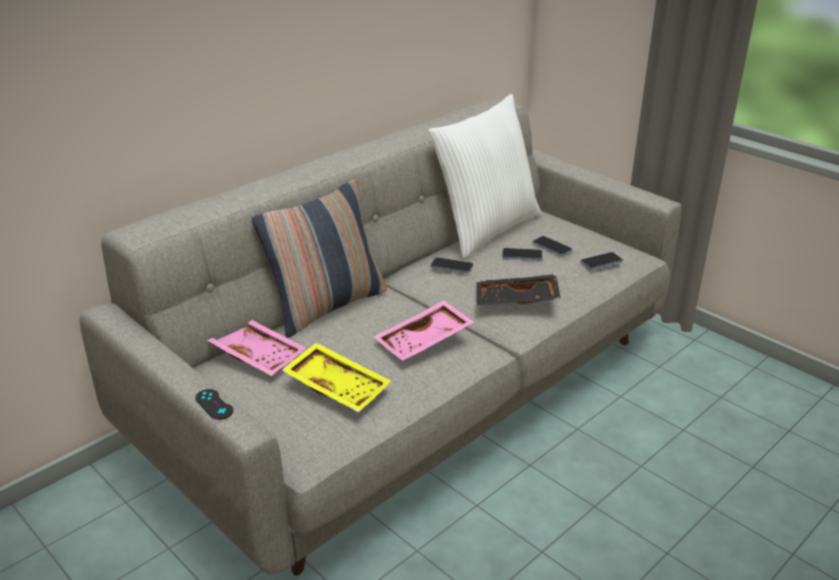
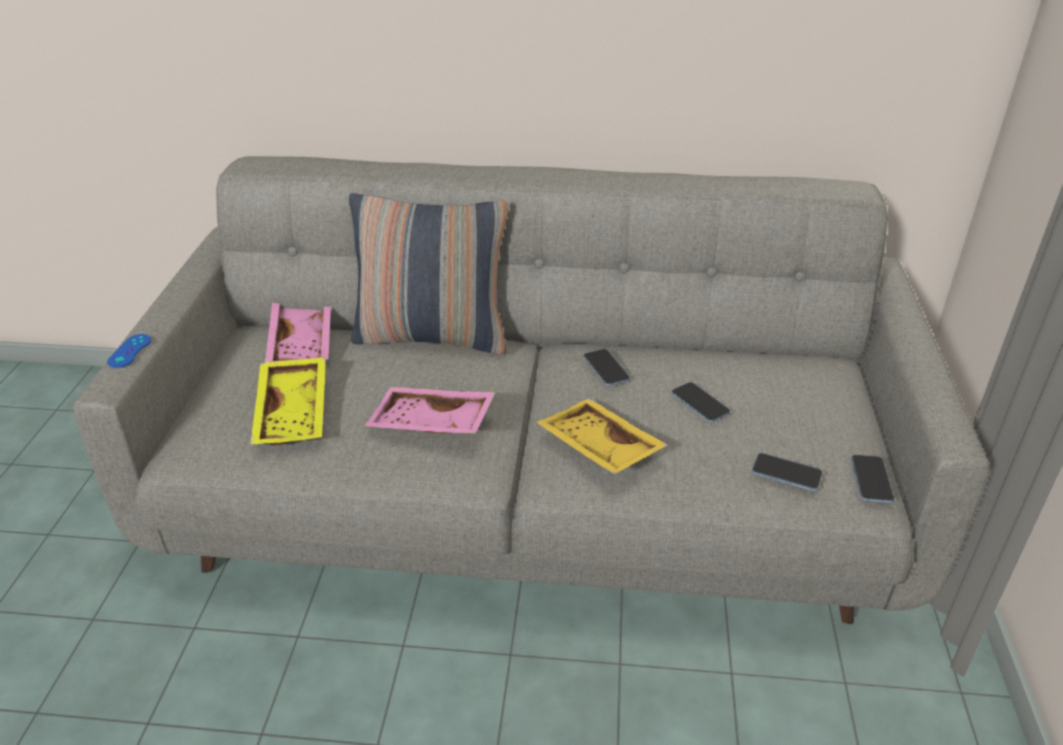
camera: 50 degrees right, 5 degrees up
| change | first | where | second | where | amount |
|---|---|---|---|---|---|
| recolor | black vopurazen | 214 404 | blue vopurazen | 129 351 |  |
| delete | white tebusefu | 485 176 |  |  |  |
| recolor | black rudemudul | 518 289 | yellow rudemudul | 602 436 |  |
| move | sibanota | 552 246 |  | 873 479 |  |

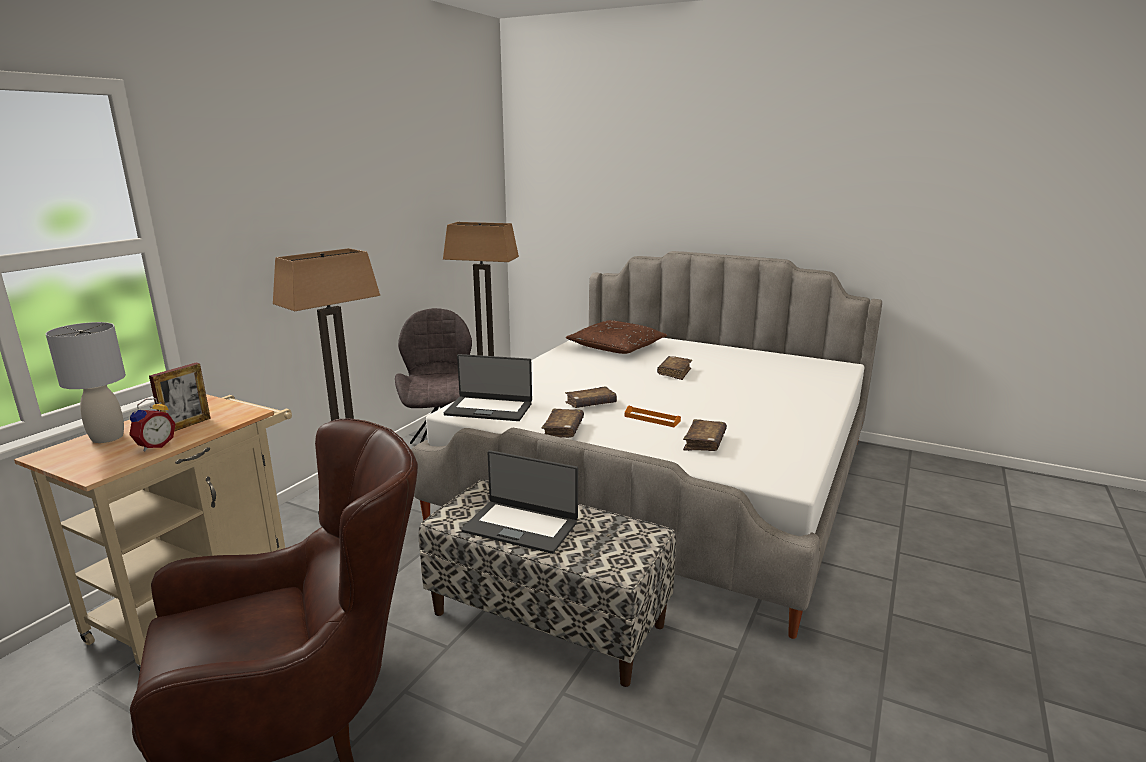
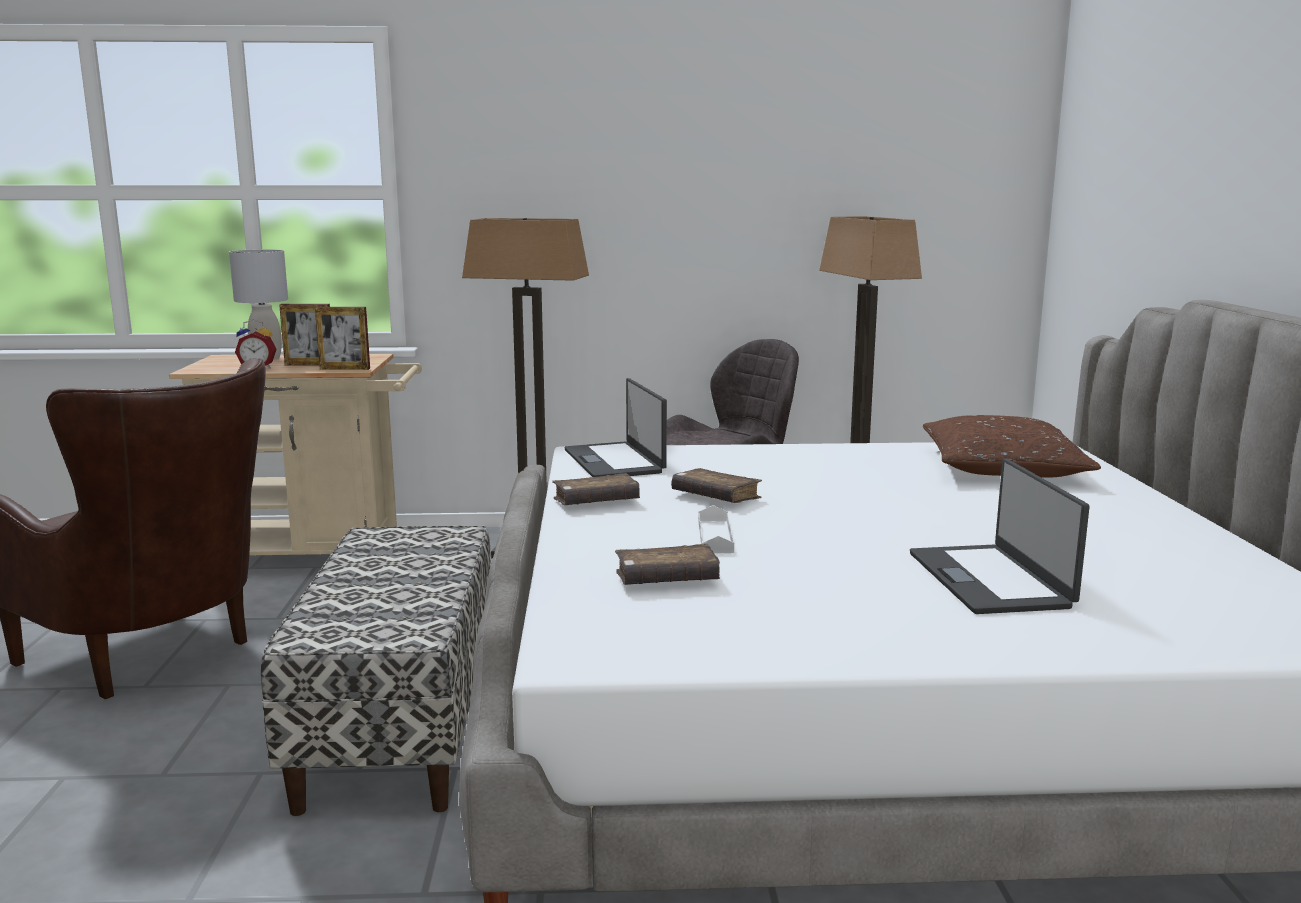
camera: 60 degrees right, 5 degrees down
| change | first | where | second | where | amount |
|---|---|---|---|---|---|
| move | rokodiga | 519 502 |  | 1000 536 |  |
| recolor | orange rudemudul | 653 416 | white rudemudul | 716 529 |  |
| delete | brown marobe | 674 368 |  |  |  |
| insert |  |  | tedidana | 342 338 |  |

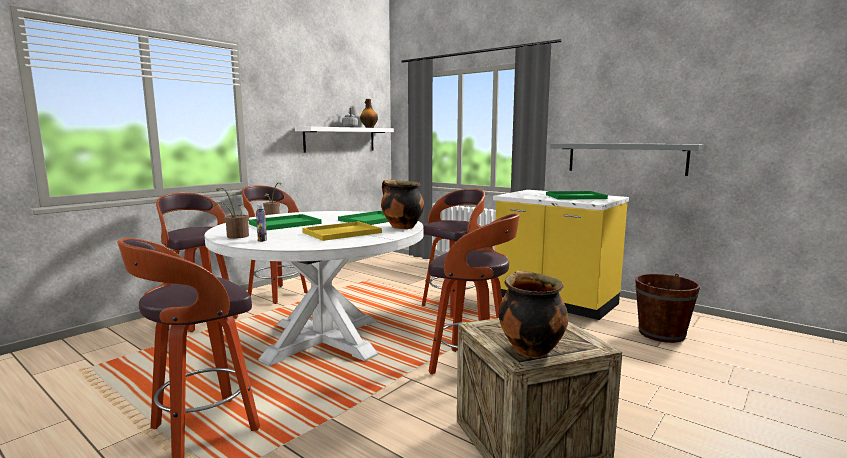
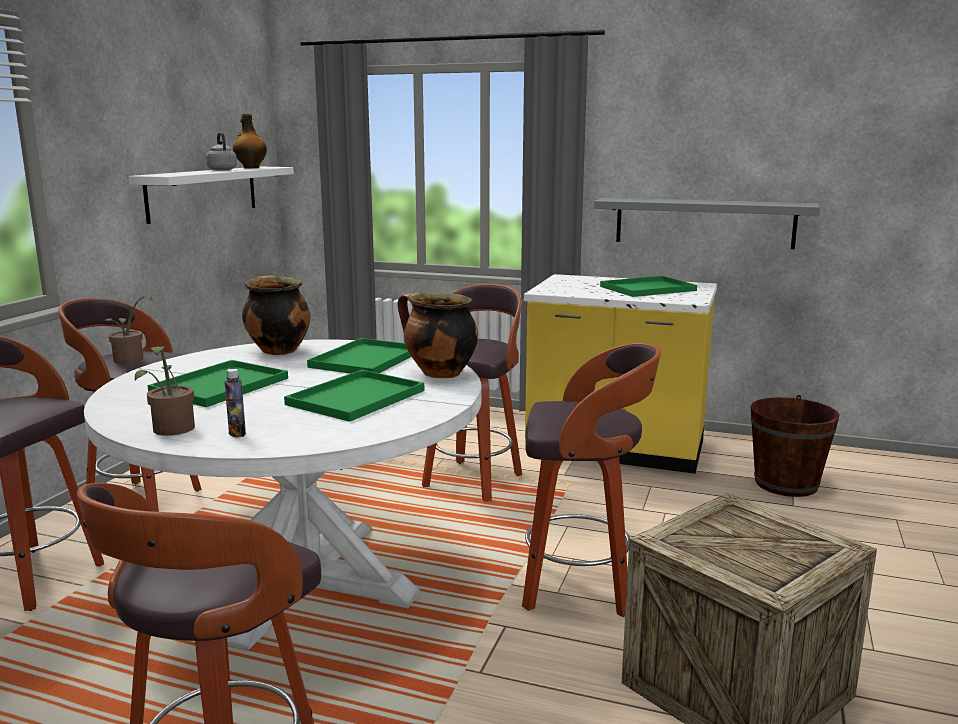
camera: 20 degrees left, 5 degrees up
| change | first | where | second | where | amount |
|---|---|---|---|---|---|
| recolor | yellow rudemudul | 342 231 | green rudemudul | 354 396 |  |
| move | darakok | 533 314 |  | 276 315 |  |

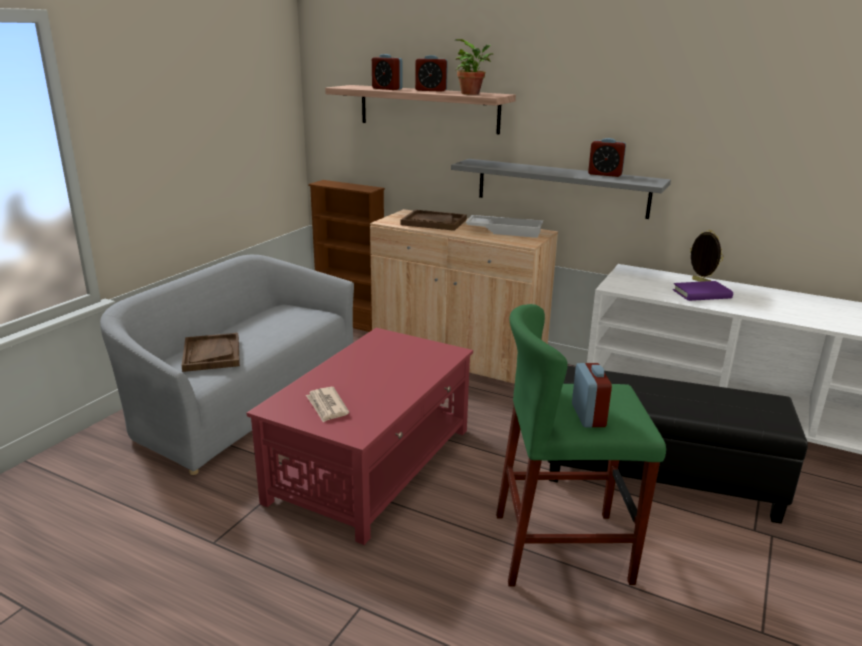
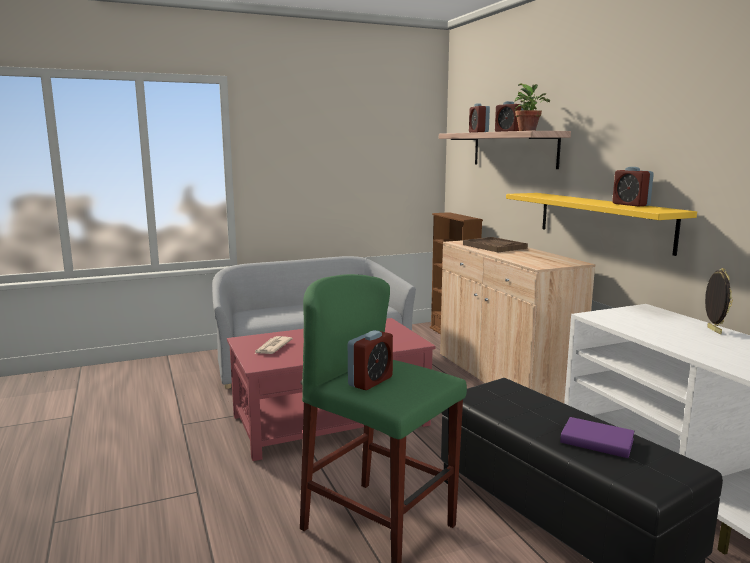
camera: 40 degrees right, 10 degrees down
| change | first | where | second | where | amount |
|---|---|---|---|---|---|
| delete | brown rudemudul | 210 352 |  |  |  |
| recolor | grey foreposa | 561 189 | yellow foreposa | 601 224 |  |
| delete | white rudemudul | 504 226 |  |  |  |
| move | purple marobe | 703 291 |  | 597 437 |  |

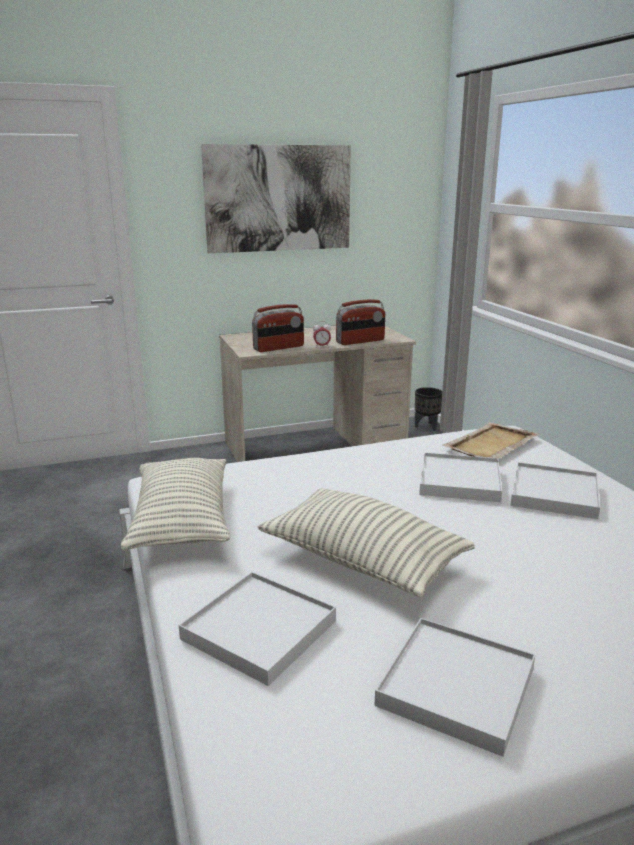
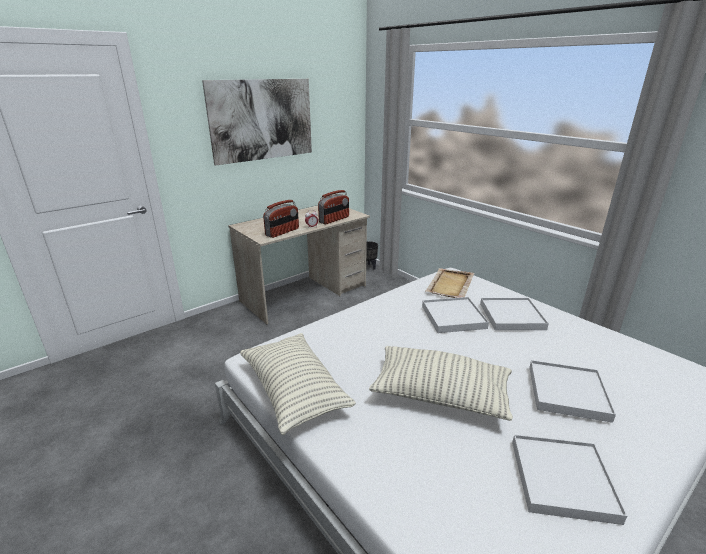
camera: 20 degrees left, 5 degrees up
| change | first | where | second | where | amount |
|---|---|---|---|---|---|
| move | white rudemudul | 257 629 |  | 572 391 |  |

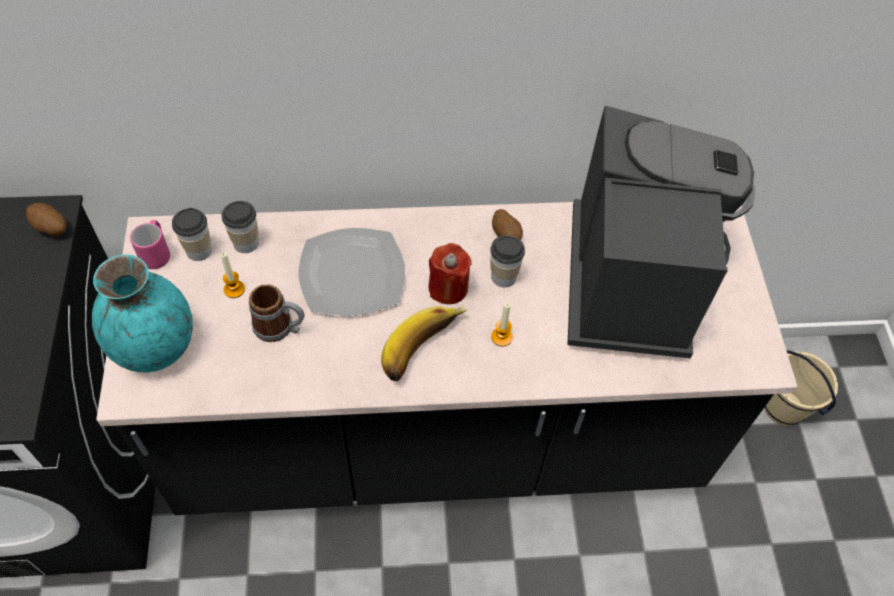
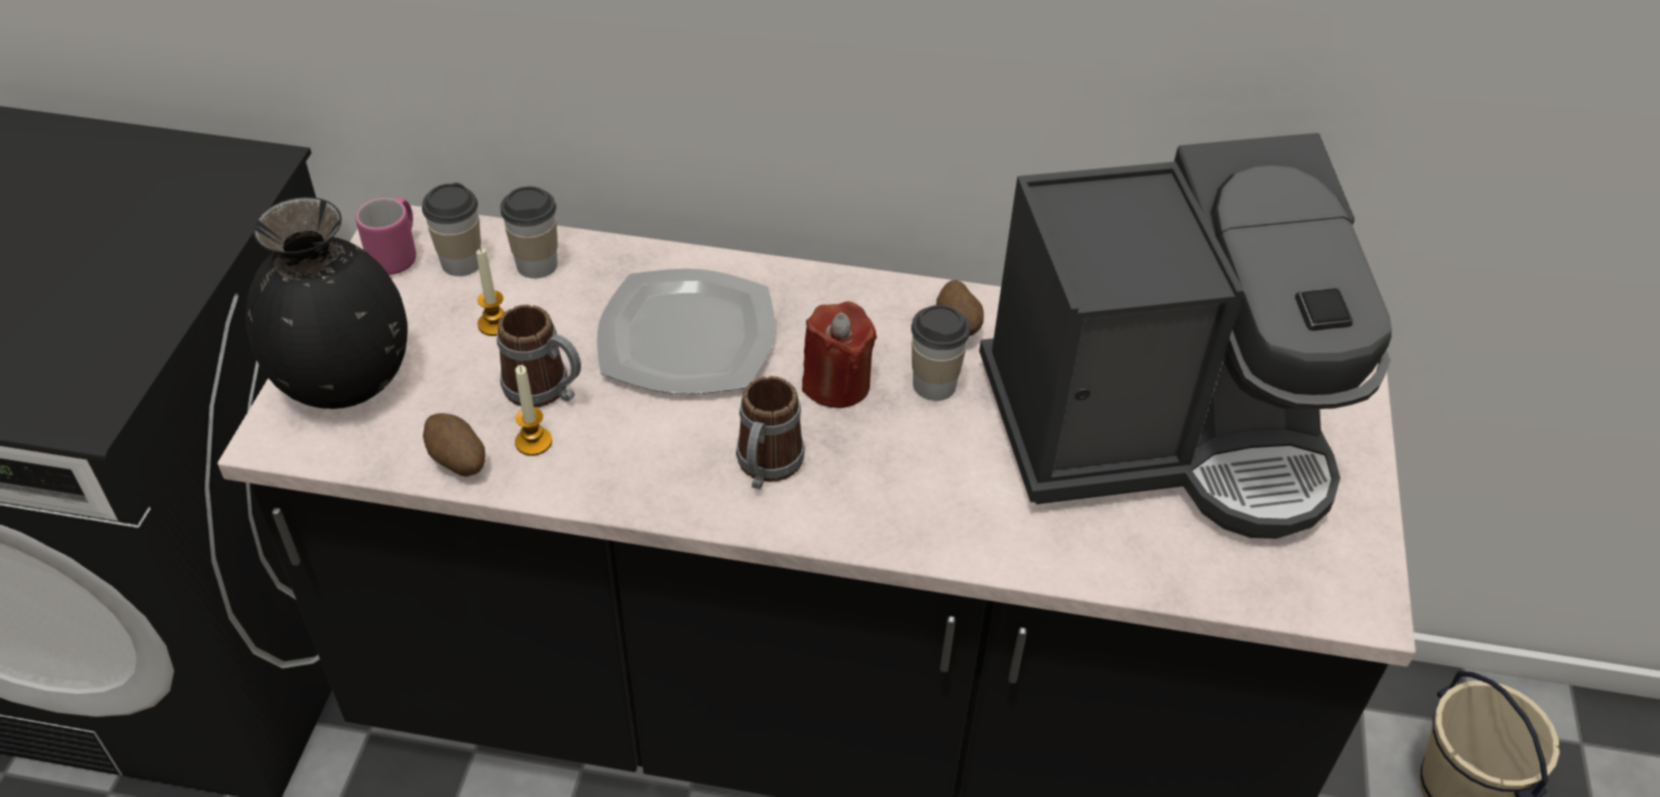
camera: 15 degrees right, 10 degrees down
| change | first | where | second | where | amount |
|---|---|---|---|---|---|
| move | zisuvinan | 46 219 |  | 454 445 |  |
| recolor | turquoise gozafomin | 142 313 | black gozafomin | 326 303 |  |
| replace | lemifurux | 424 344 | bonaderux | 770 432 |  |
| move | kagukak | 502 324 |  | 533 410 |  |
| rotate | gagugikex | 661 232 |  | 1185 336 | 60 degrees clockwise |

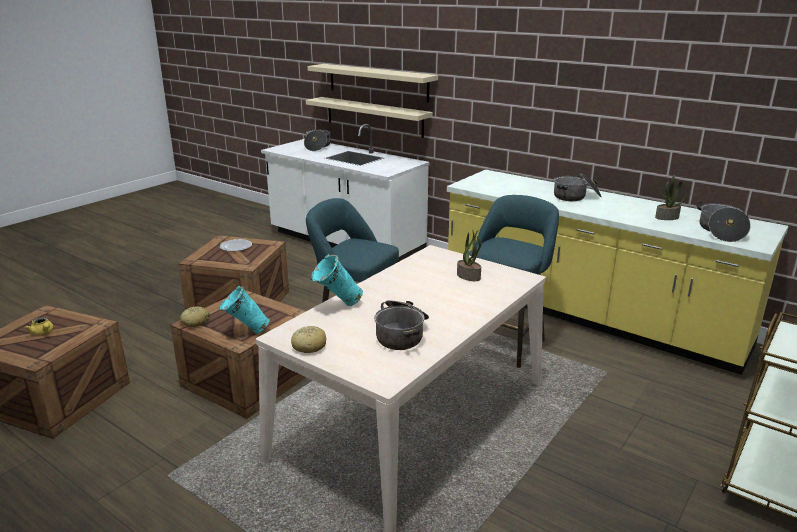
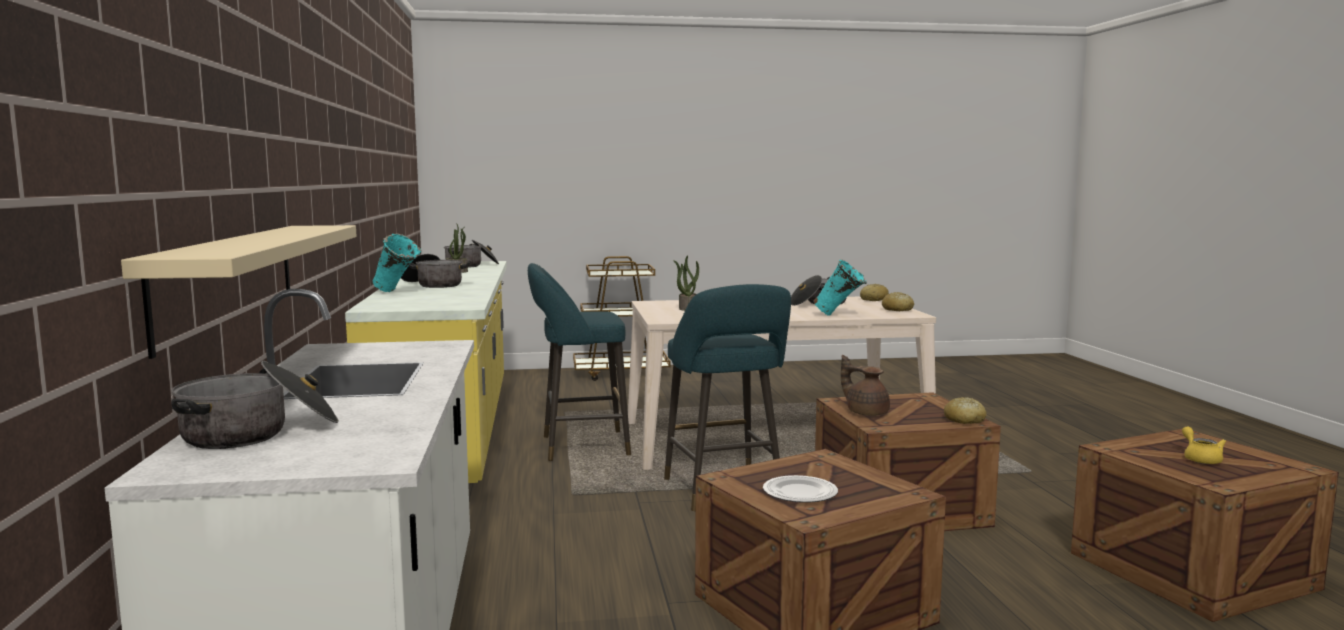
camera: 135 degrees left, 15 degrees down
| change | first | where | second | where | amount |
|---|---|---|---|---|---|
| move | turquoise gozafomin | 245 310 |  | 397 262 |  |
| delete | beige foreposa | 372 83 |  |  |  |
| insert |  |  | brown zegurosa | 865 385 |  |
| insert |  |  | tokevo | 874 292 |  |

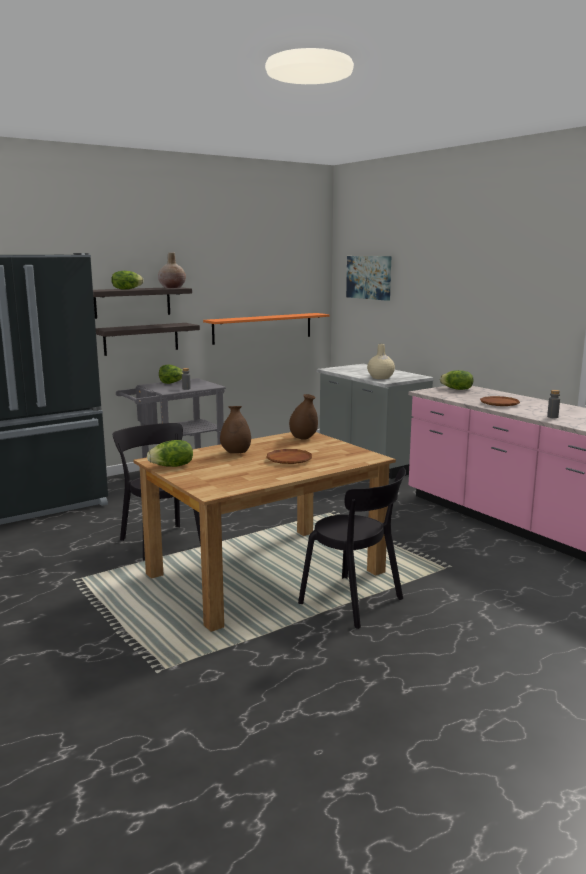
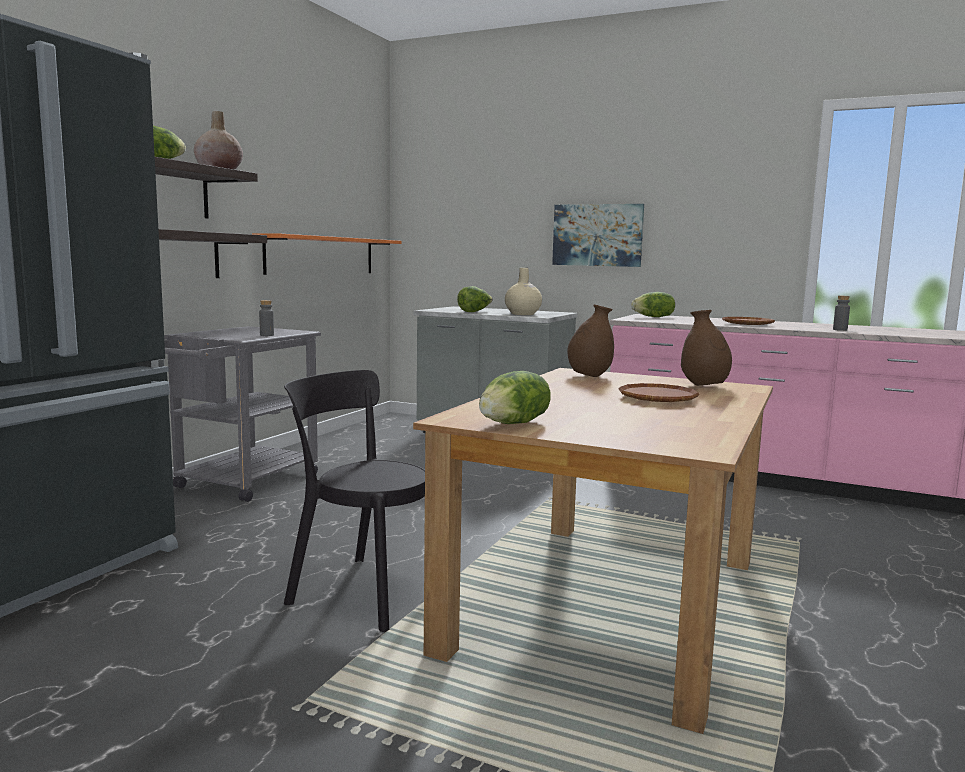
camera: 30 degrees left, 5 degrees down
| change | first | where | second | where | amount |
|---|---|---|---|---|---|
| move | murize | 171 374 |  | 475 299 |  |
| move | brown gozafomin | 235 429 |  | 706 348 |  |
| delete | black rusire | 352 548 |  |  |  |
| move | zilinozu | 368 278 |  | 598 235 |  |

